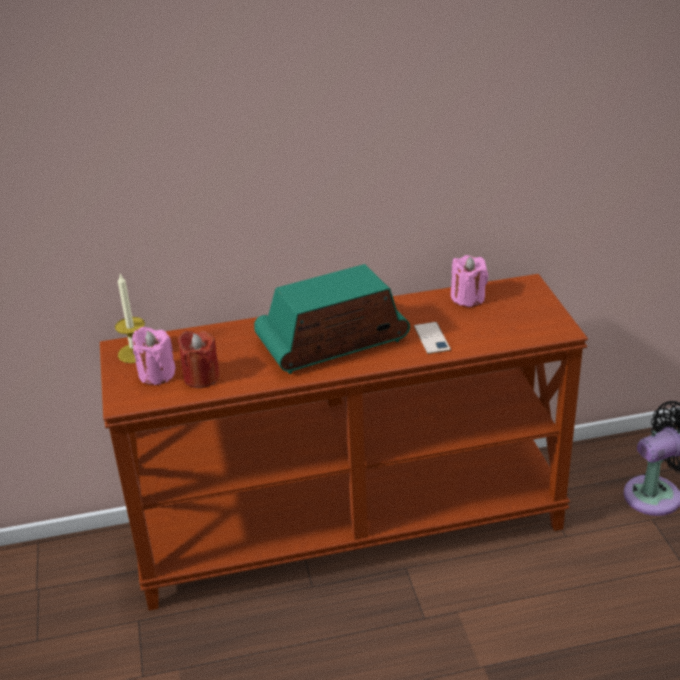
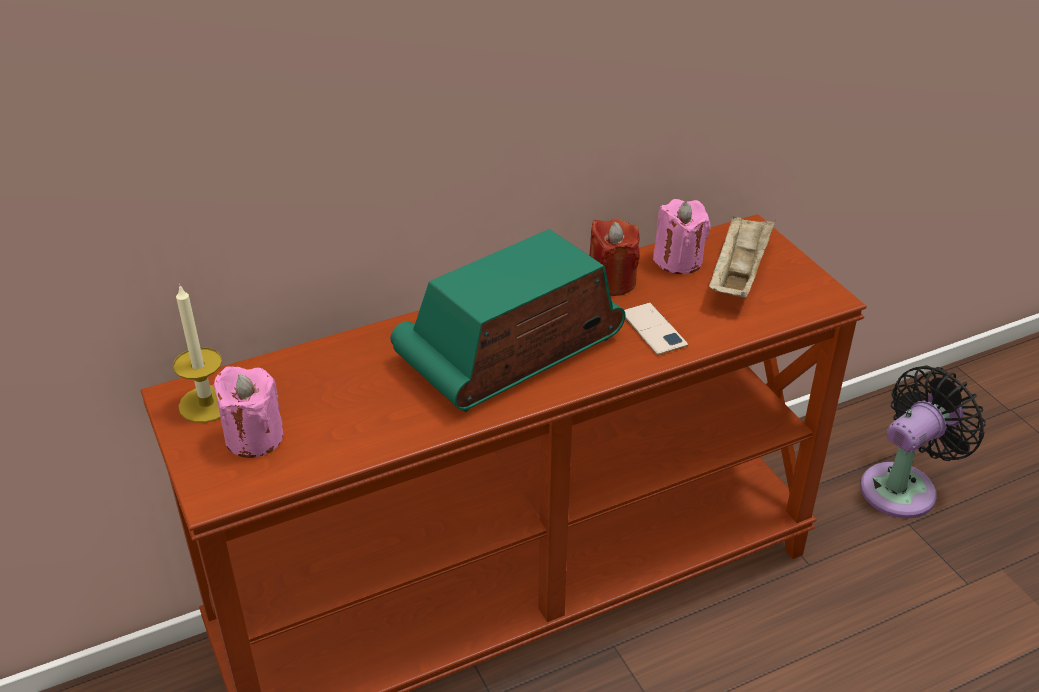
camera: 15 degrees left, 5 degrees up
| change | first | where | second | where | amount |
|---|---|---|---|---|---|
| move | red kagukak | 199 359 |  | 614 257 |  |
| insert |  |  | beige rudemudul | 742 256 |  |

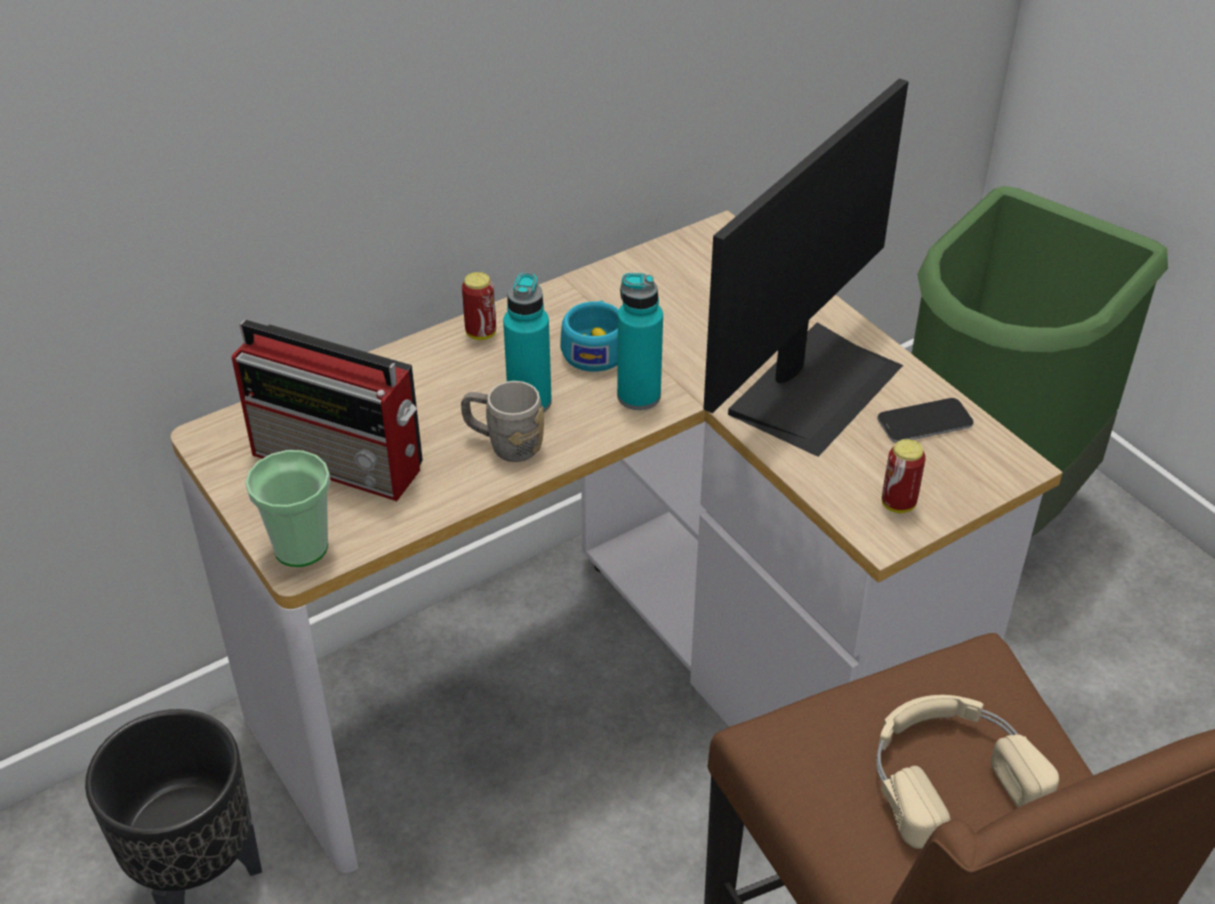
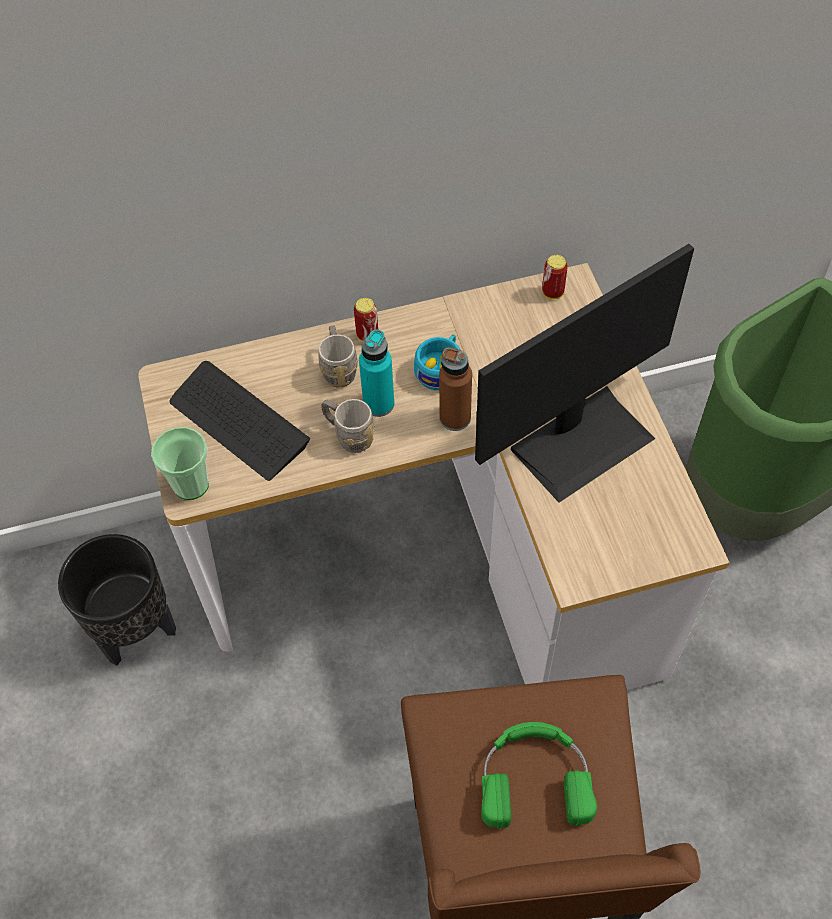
camera: 20 degrees right, 15 degrees up
| change | first | where | second | where | amount |
|---|---|---|---|---|---|
| replace | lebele | 327 410 | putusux | 239 421 |  |
| recolor | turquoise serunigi | 640 341 | brown serunigi | 455 389 |  |
| recolor | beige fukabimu | 967 772 | green fukabimu | 539 775 |  |
| delete | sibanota | 925 420 |  |  |  |
| move | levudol | 904 476 |  | 555 277 |  |
| insert |  |  | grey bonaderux | 338 357 |  |

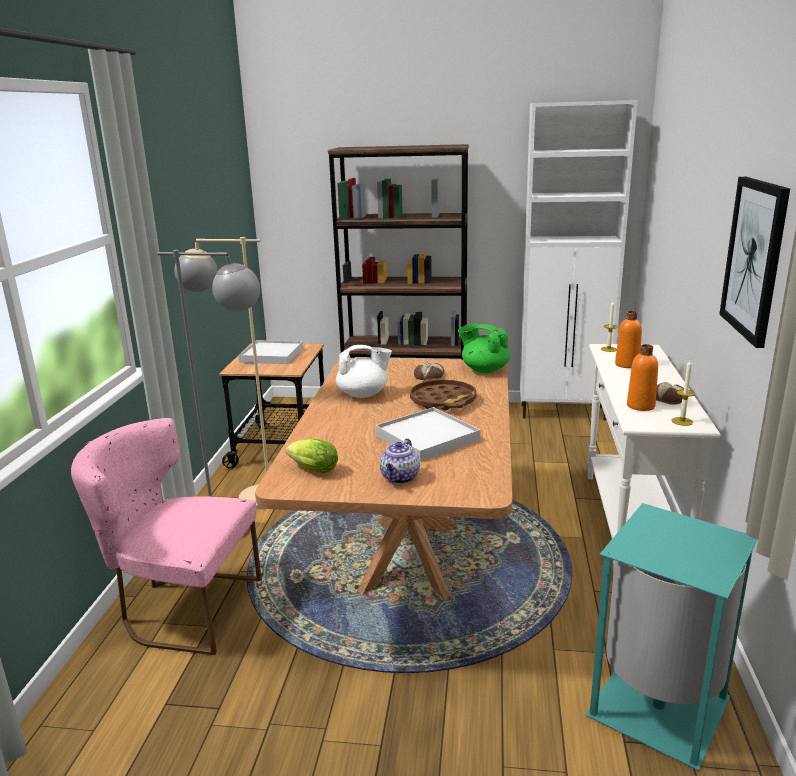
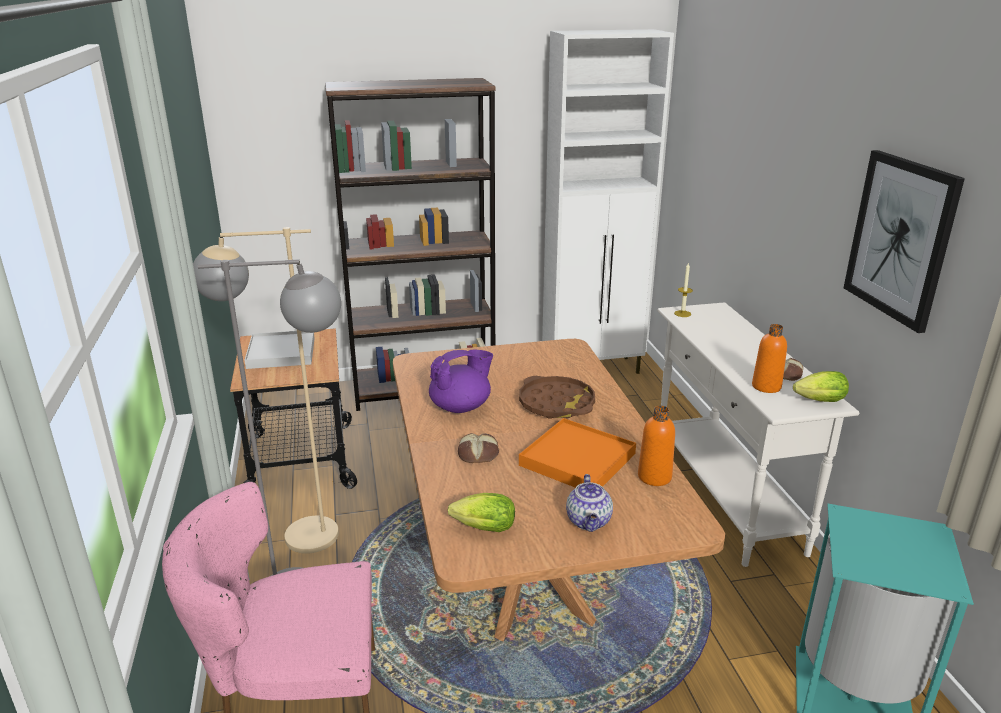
camera: 20 degrees left, 5 degrees up
| change | first | where | second | where | amount |
|---|---|---|---|---|---|
| recolor | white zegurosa | 364 371 | purple zegurosa | 461 381 |  |
| recolor | white rudemudul | 428 434 | orange rudemudul | 577 453 |  |
| move | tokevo | 429 370 |  | 478 448 |  |
| delete | green zegurosa | 484 348 |  |  |  |
| move | orange serunigi | 628 339 |  | 656 446 |  |
| replace | kagukak | 683 393 | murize | 821 386 |  |

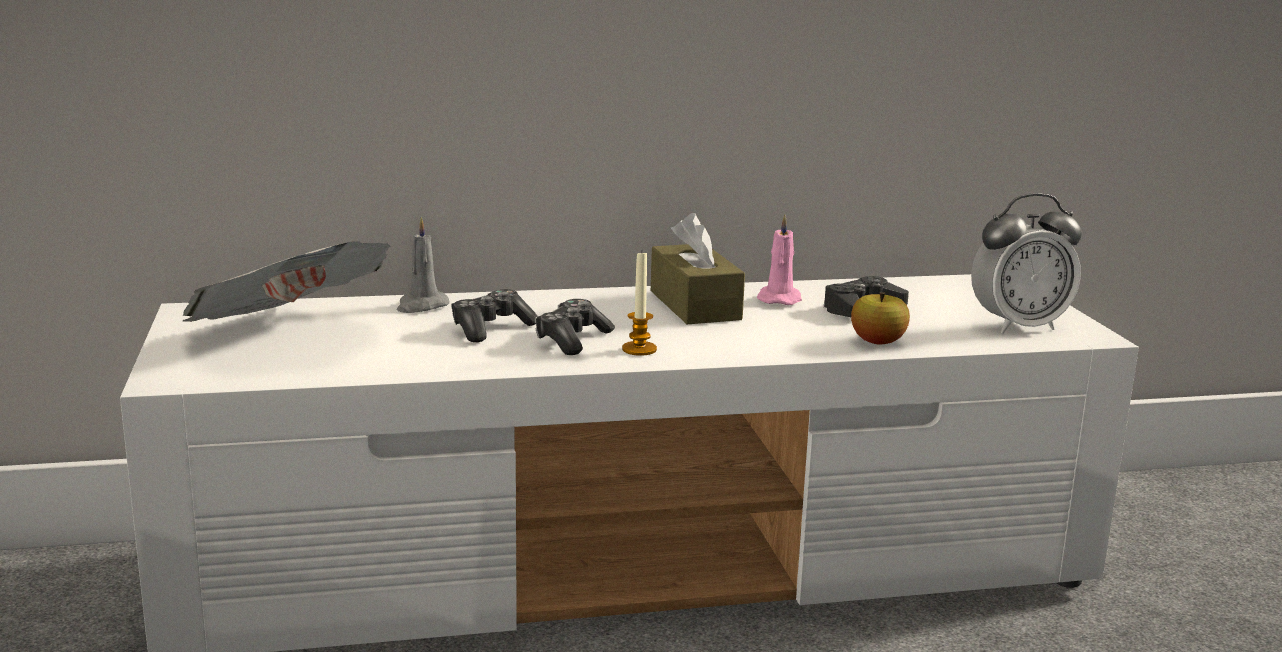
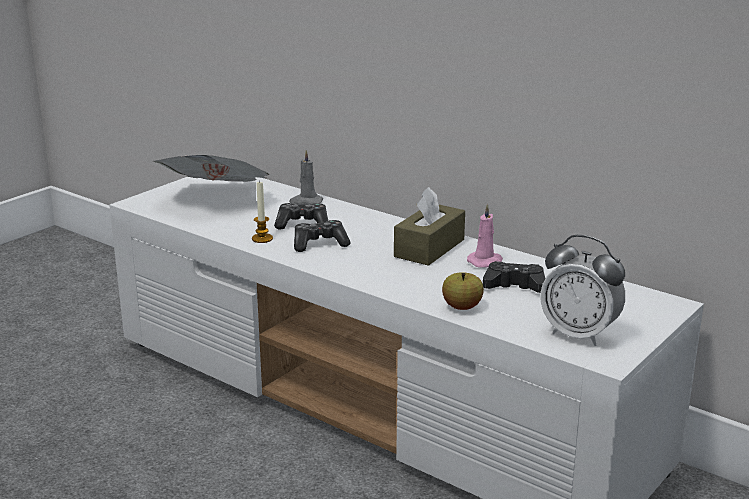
camera: 50 degrees right, 5 degrees up
| change | first | where | second | where | amount |
|---|---|---|---|---|---|
| move | kagukak | 639 304 |  | 262 211 |  |

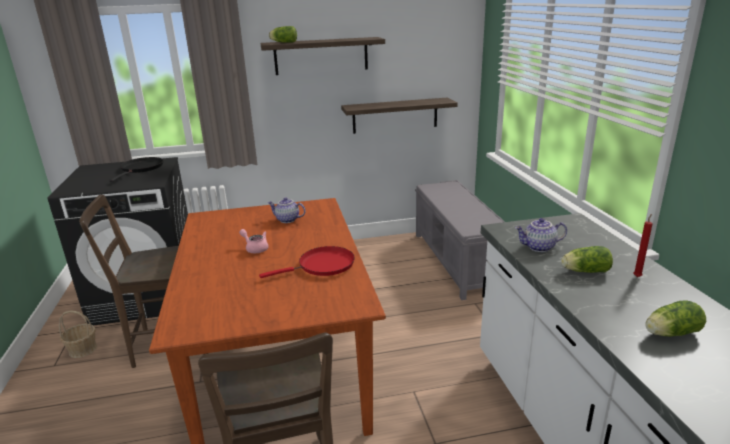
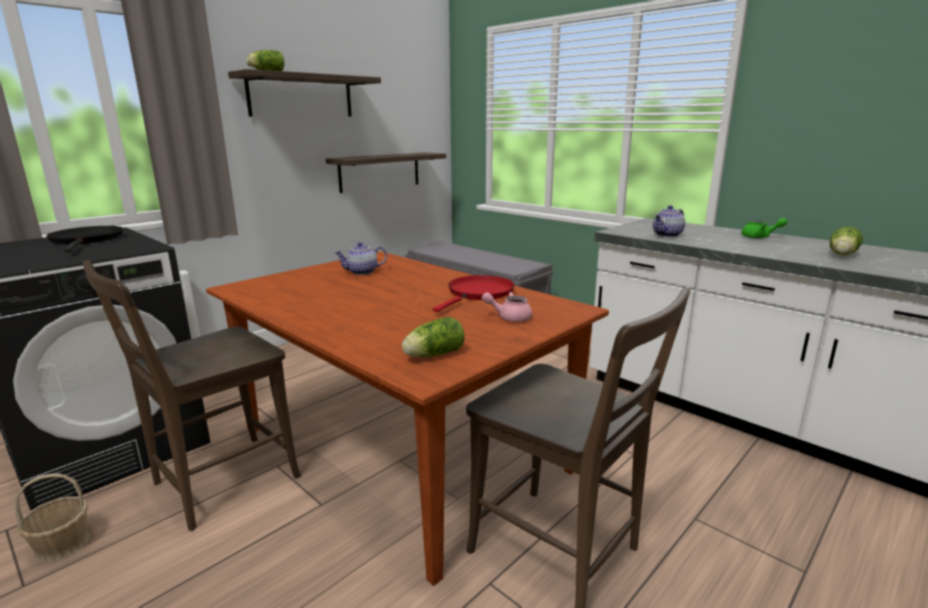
camera: 35 degrees left, 5 degrees down
| change | first | where | second | where | amount |
|---|---|---|---|---|---|
| move | pink zegurosa | 254 241 |  | 507 307 |  |
| move | murize | 587 259 |  | 433 337 |  |
| replace | red kagukak | 643 245 | green zegurosa | 764 228 |  |

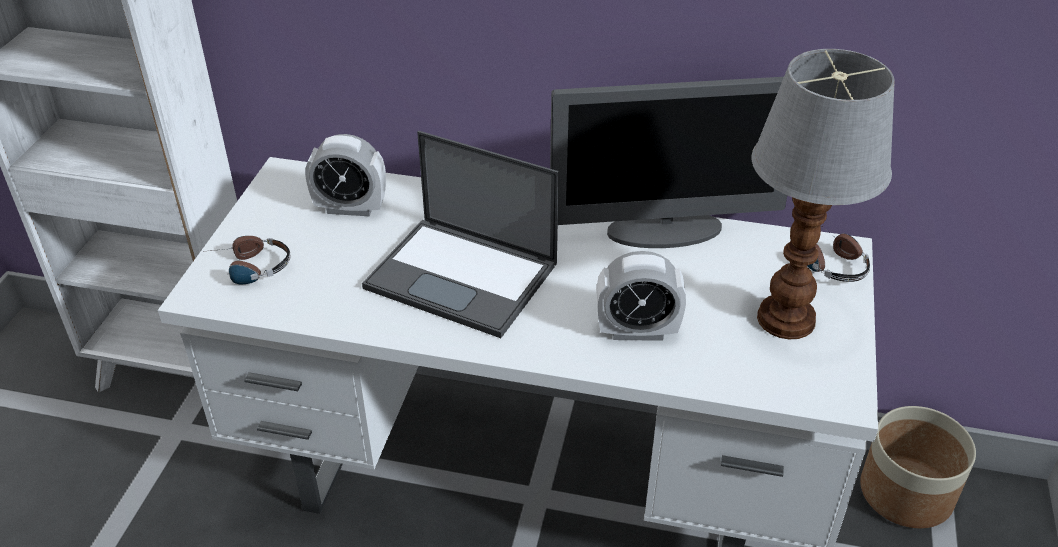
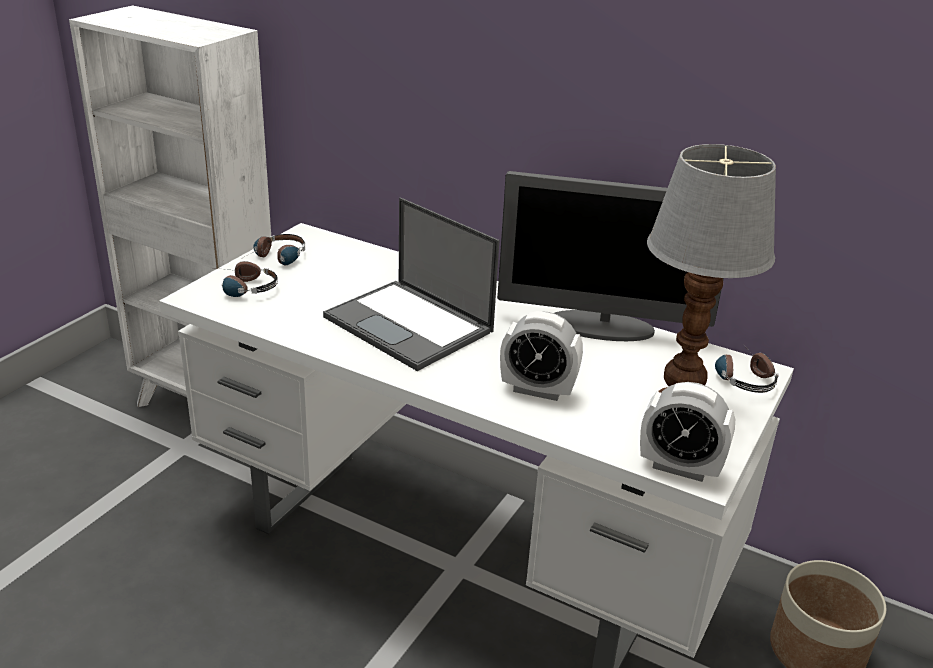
camera: 15 degrees right, 10 degrees down
| change | first | where | second | where | amount |
|---|---|---|---|---|---|
| move | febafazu | 345 175 |  | 687 432 |  |
| insert |  |  | fukabimu | 274 249 |  |

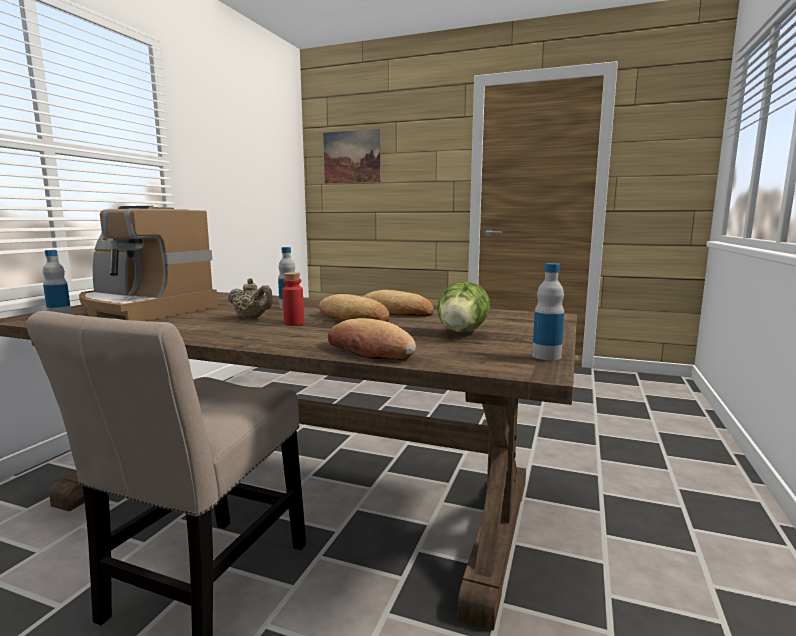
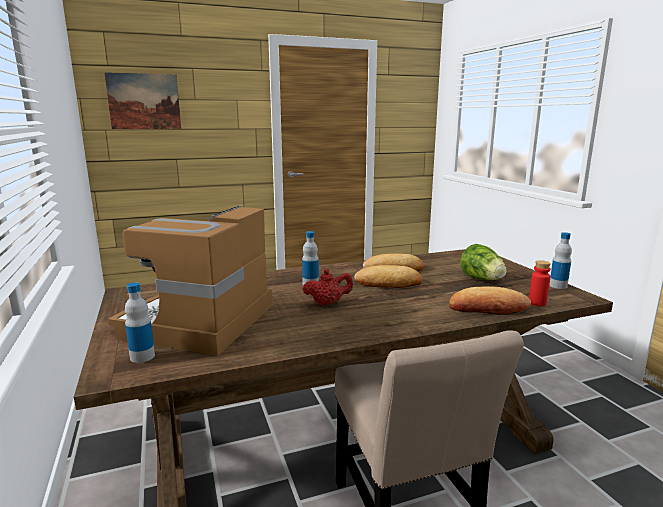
camera: 40 degrees left, 5 degrees up
| change | first | where | second | where | amount |
|---|---|---|---|---|---|
| rotate | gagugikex | 148 263 |  | 190 280 | 120 degrees clockwise |
| recolor | beige zegurosa | 250 298 | red zegurosa | 327 287 |  |
| move | red serunigi | 293 299 |  | 540 283 |  |

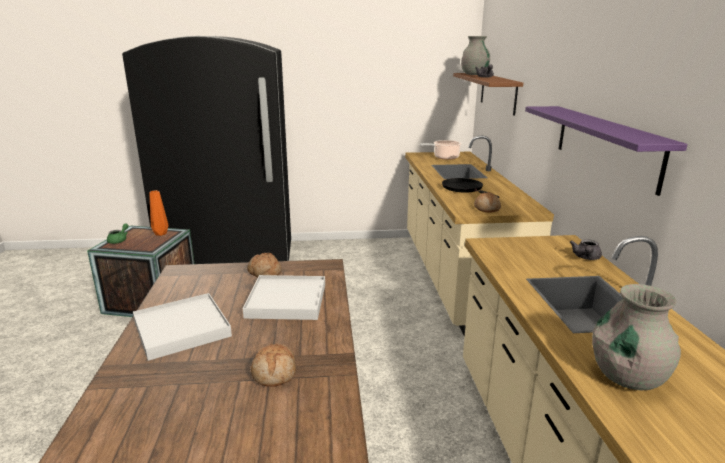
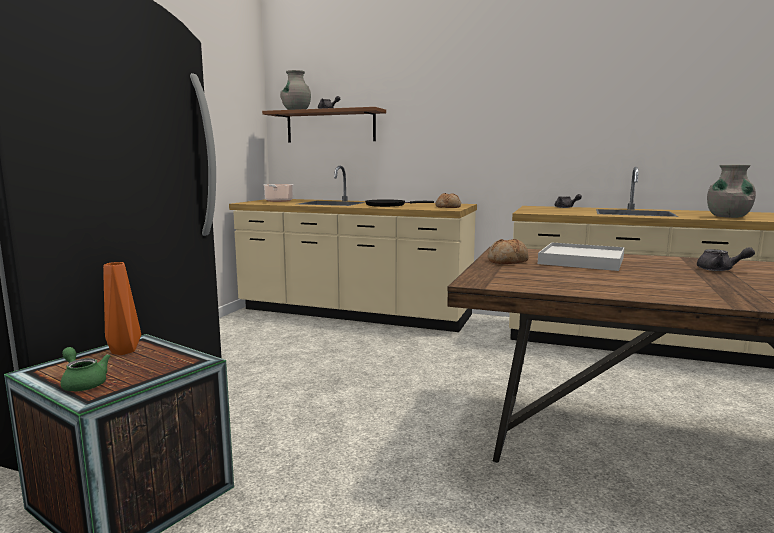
camera: 65 degrees left, 10 degrees down
| change | first | where | second | where | amount |
|---|---|---|---|---|---|
| delete | white rudemudul | 182 327 |  |  |  |
| replace | tokevo | 273 365 | grey zegurosa | 726 259 |  |
| delete | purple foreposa | 606 151 |  |  |  |

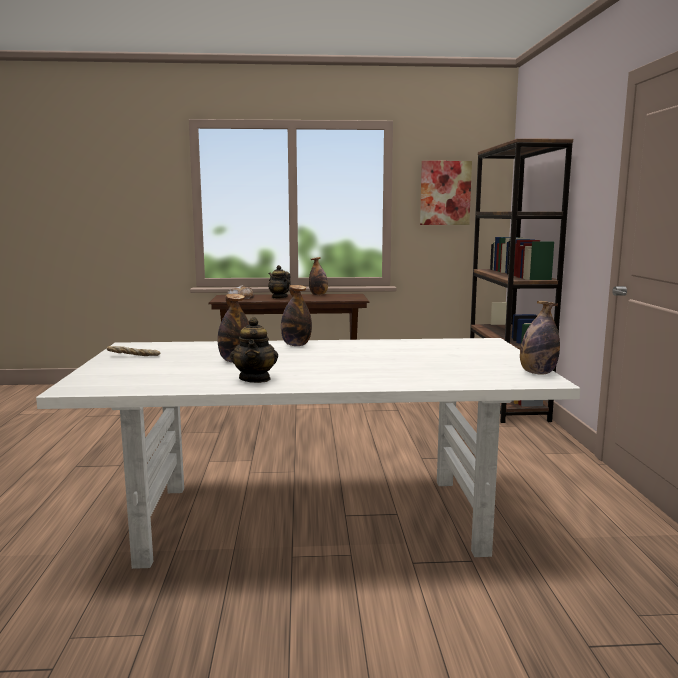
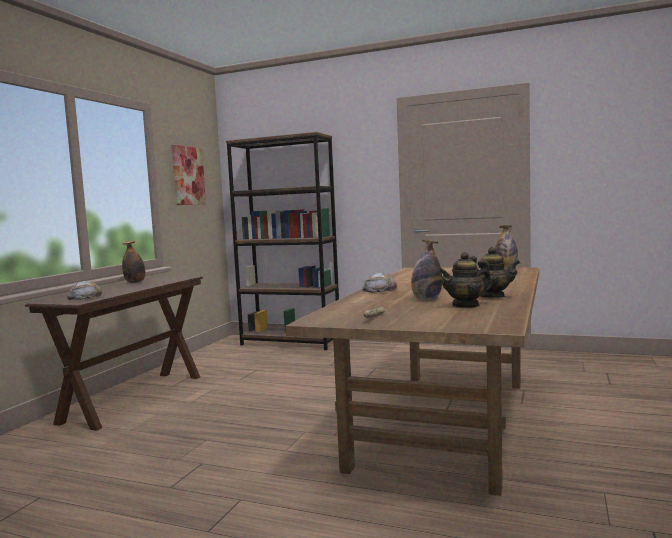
camera: 65 degrees left, 5 degrees down
| change | first | where | second | where | amount |
|---|---|---|---|---|---|
| recolor | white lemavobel | 308 453 | brown lemavobel | 412 381 |  |
| move | zegurosa | 279 282 |  | 465 280 |  |
| replace | serunigi | 296 315 | tokevo | 380 282 |  |

